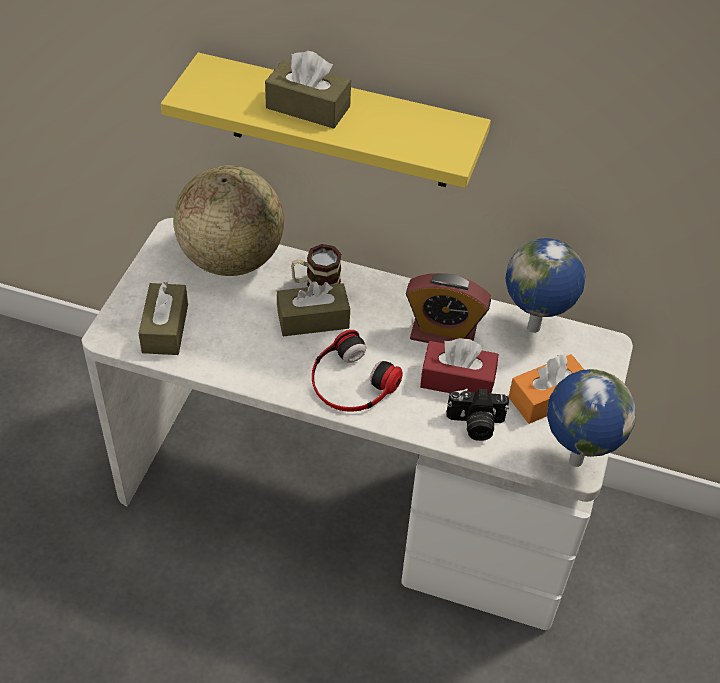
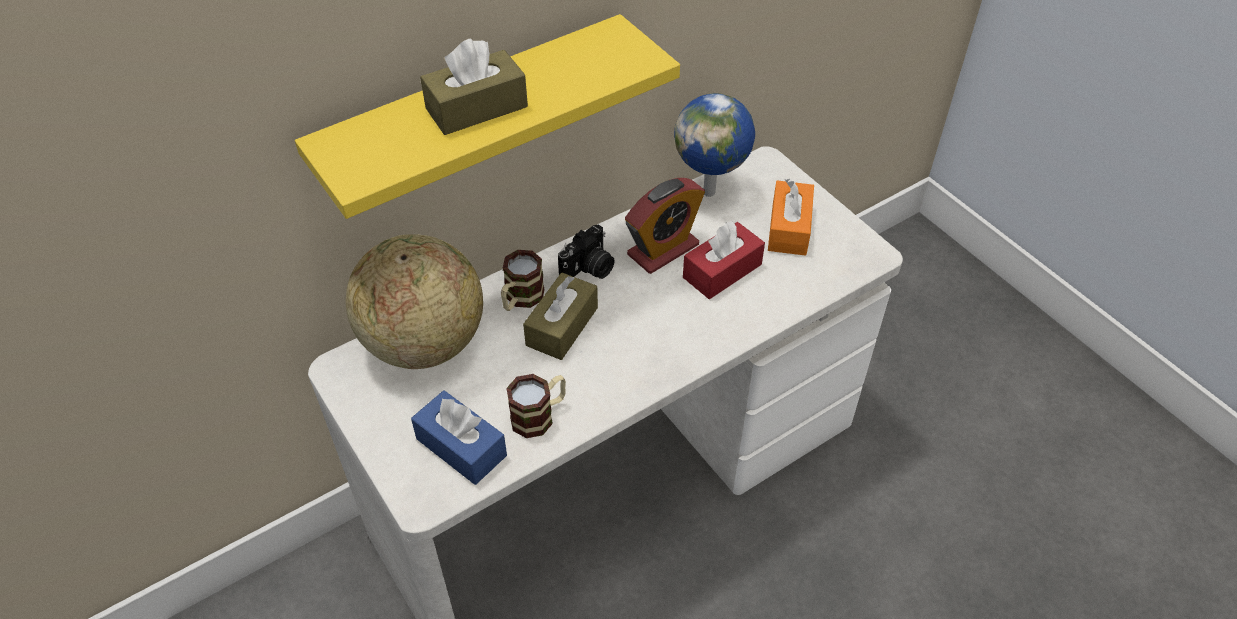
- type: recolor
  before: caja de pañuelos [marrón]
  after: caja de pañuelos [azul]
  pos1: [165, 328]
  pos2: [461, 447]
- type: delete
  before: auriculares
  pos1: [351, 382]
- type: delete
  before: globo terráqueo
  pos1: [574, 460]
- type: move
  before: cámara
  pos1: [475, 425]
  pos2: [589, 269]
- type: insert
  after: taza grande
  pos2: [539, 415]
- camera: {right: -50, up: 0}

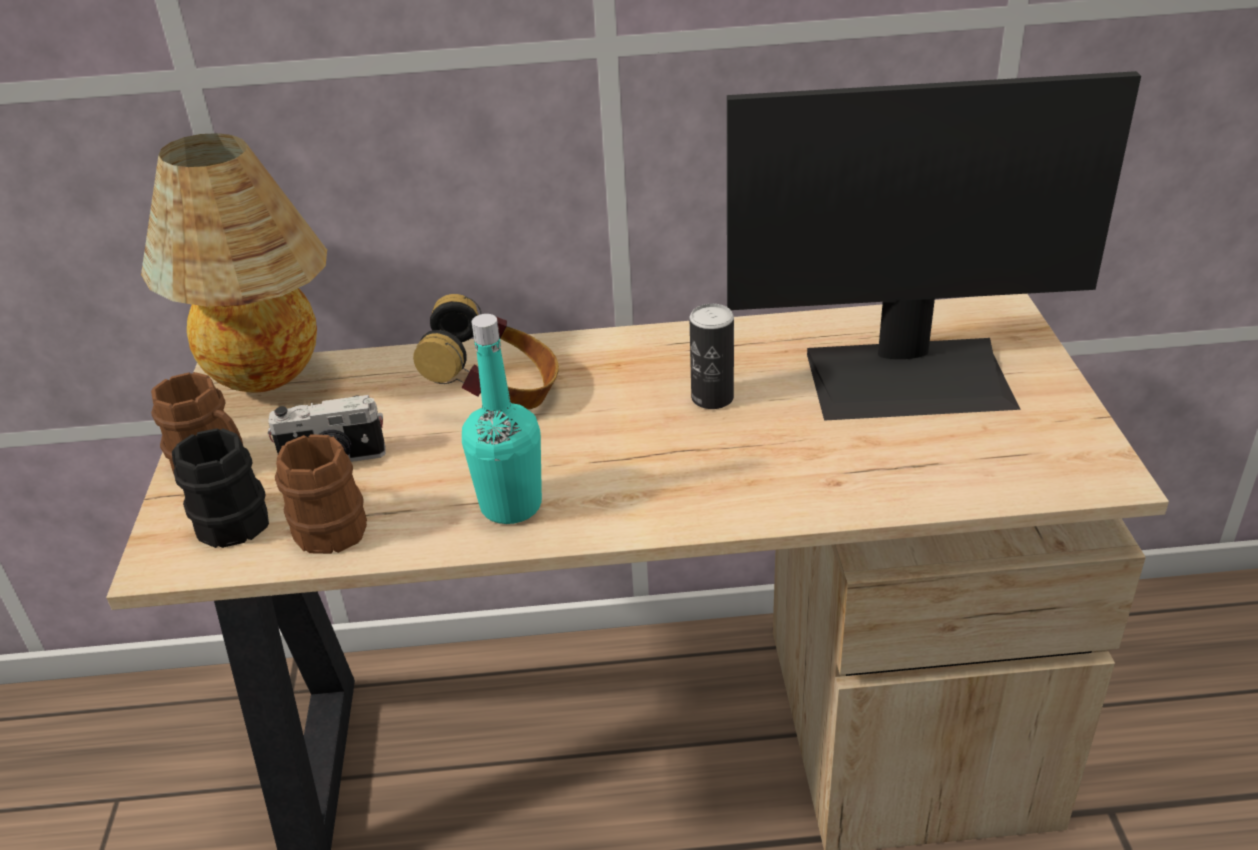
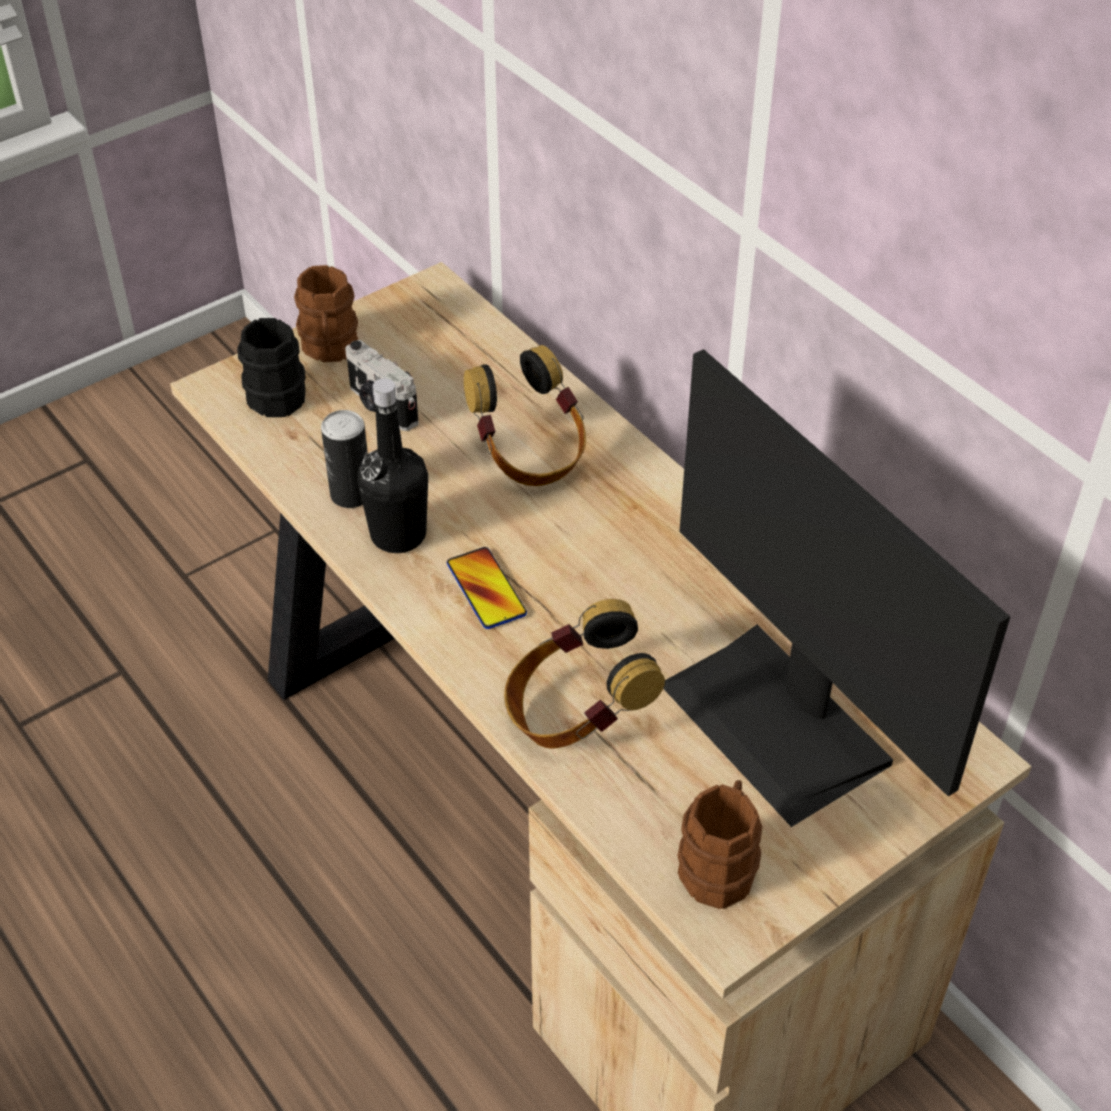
- type: delete
  before: lámpara de mesa
  pos1: [270, 382]
- type: move
  before: lata
  pos1: [712, 397]
  pos2: [351, 494]
- type: recolor
  before: botella [turquesa]
  after: botella [negro]
  pos1: [511, 505]
  pos2: [398, 535]
- type: move
  before: taza grande [marrón]
  pos1: [325, 524]
  pos2: [720, 863]
- type: insert
  after: móvil
  pos2: [486, 589]
- type: insert
  after: auriculares
  pos2: [576, 713]
- camera: {right: 55, up: 10}

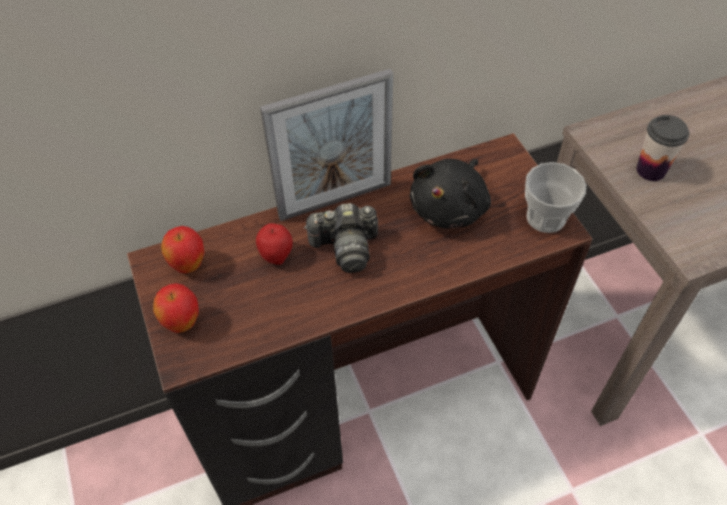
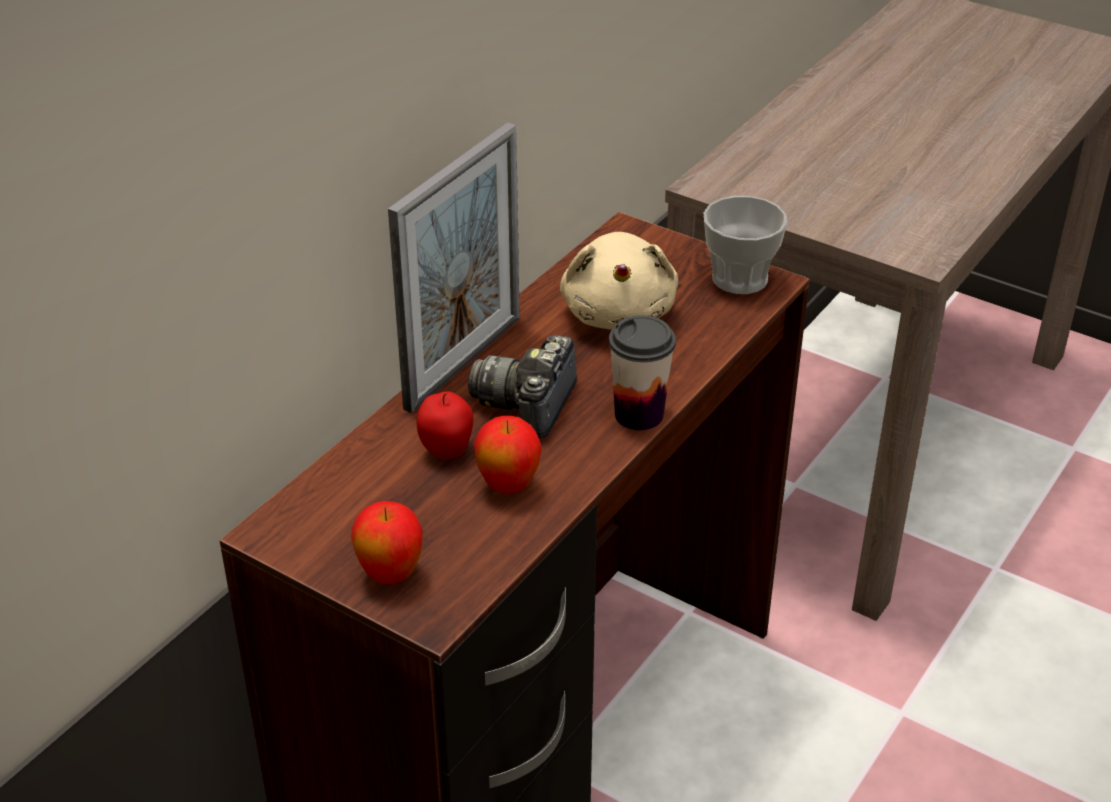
- type: move
  before: taza
  pos1: [650, 170]
  pos2: [639, 414]
- type: recolor
  before: peluche [negro]
  after: peluche [beis]
  pos1: [450, 208]
  pos2: [618, 312]
- type: rotate
  before: cámara
  pos1: [345, 247]
  pos2: [528, 404]
  turn: 150
- type: move
  before: manzana
  pos1: [189, 265]
  pos2: [508, 487]
- camera: {right: -35, up: -15}

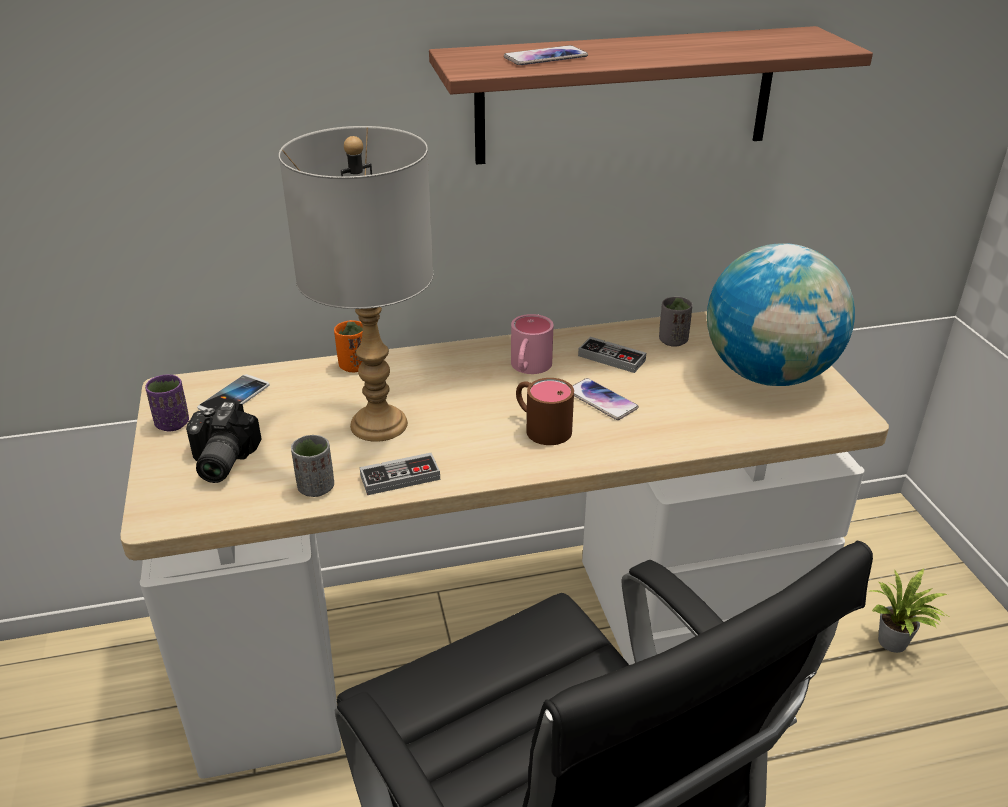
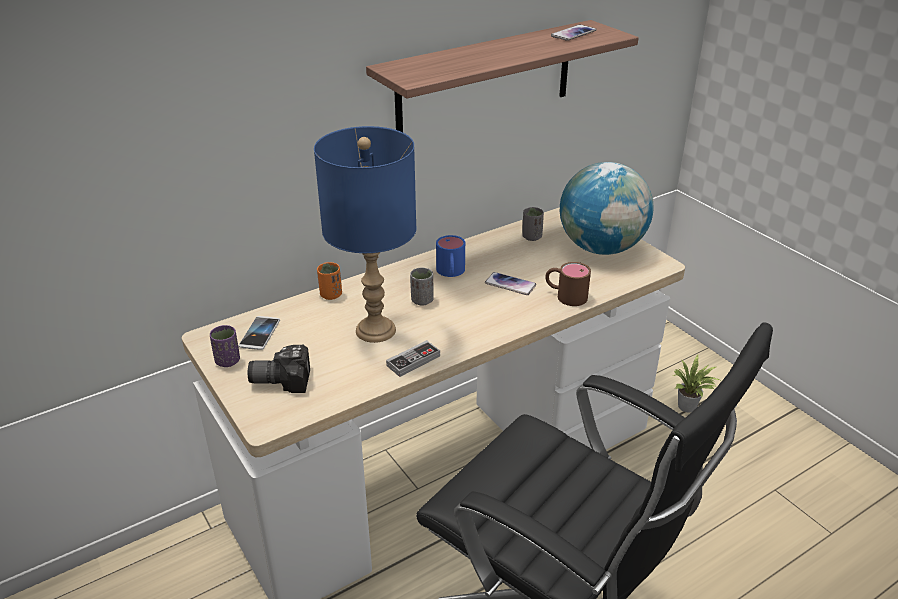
- type: move
  before: móvil
  pos1: [545, 57]
  pos2: [573, 33]
- type: recolor
  before: lámpara de mesa [gris]
  after: lámpara de mesa [azul]
  pos1: [379, 425]
  pos2: [376, 330]
- type: recolor
  before: taza grande [rosa]
  after: taza grande [azul]
  pos1: [528, 368]
  pos2: [450, 273]
- type: delete
  before: mando de consola
  pos1: [611, 358]
- type: move
  before: taza grande [marrón]
  pos1: [541, 426]
  pos2: [565, 295]
- type: rotate
  before: cámara
  pos1: [219, 461]
  pos2: [281, 378]
  turn: 105
- type: move
  before: taza [gris]
  pos1: [316, 488]
  pos2: [422, 300]
- camera: {right: -20, up: 0}

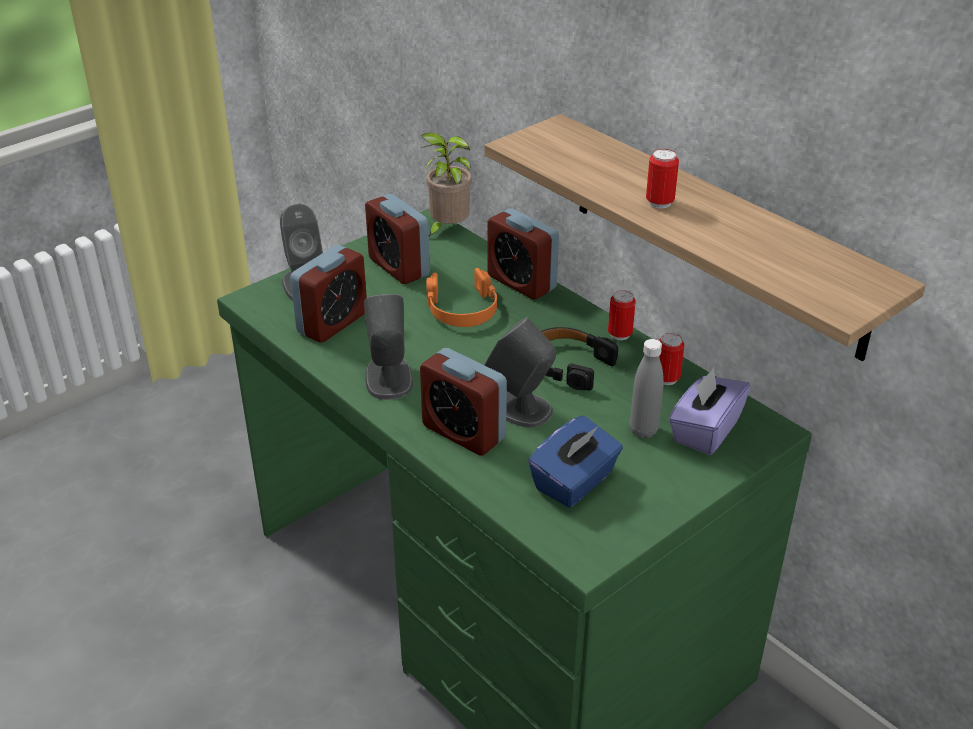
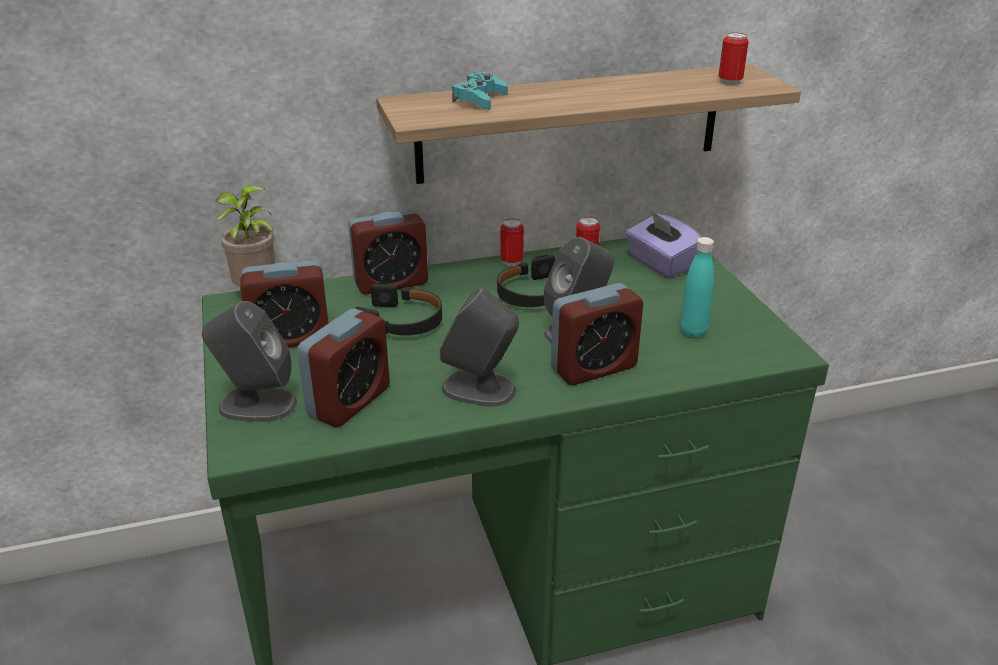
- type: move
  before: lata
  pos1: [659, 203]
  pos2: [730, 82]
- type: rotate
  before: despertador
  pos1: [332, 323]
  pos2: [349, 402]
  turn: 60
- type: recolor
  before: auriculares [naranja]
  after: auriculares [negro]
  pos1: [462, 309]
  pos2: [402, 322]
- type: delete
  before: botella [gris]
  pos1: [643, 430]
- type: replace
  before: caja de pañuelos [azul]
  after: botella [turquesa]
  pos1: [575, 482]
  pos2: [693, 332]
- type: insert
  after: mando de consola [turquesa]
  pos2: [480, 99]
- camera: {right: -65, up: -5}

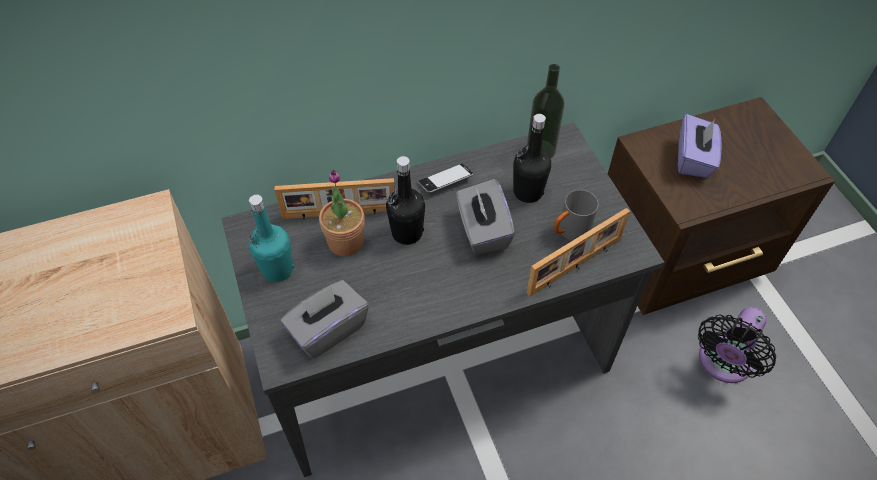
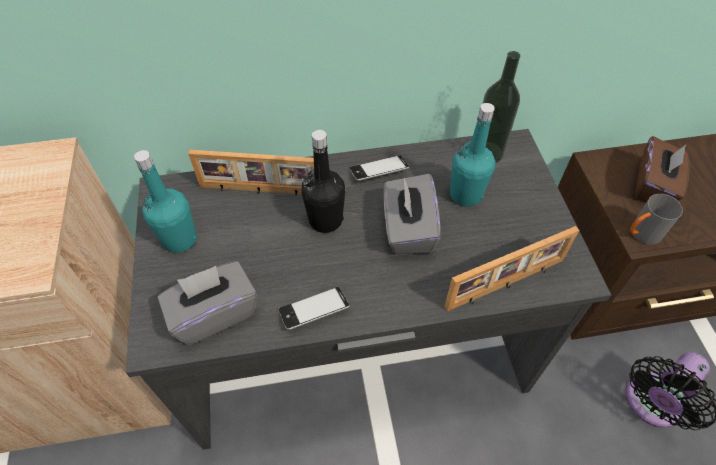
- type: recolor
  before: botella [negro]
  after: botella [turquesa]
  pos1: [528, 192]
  pos2: [465, 194]
- type: recolor
  before: caja de pañuelos [morado]
  after: caja de pañuelos [marrón]
  pos1: [693, 159]
  pos2: [653, 186]
- type: delete
  before: planta en maceta
  pos1: [346, 242]
- type: move
  before: taza grande [gris]
  pos1: [569, 232]
  pos2: [640, 234]
- type: insert
  after: móvil
  pos2: [314, 311]
- camera: {right: 10, up: 0}

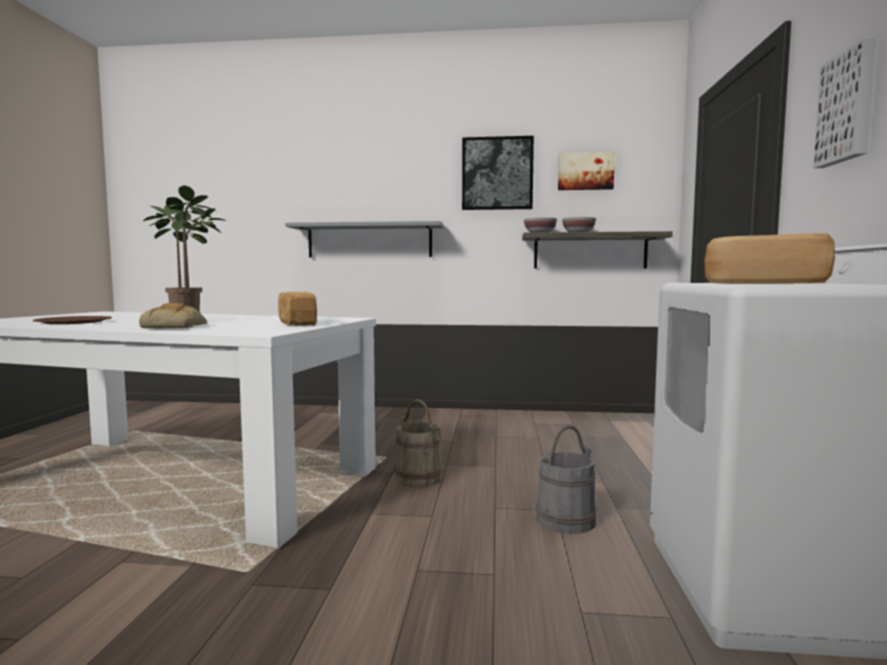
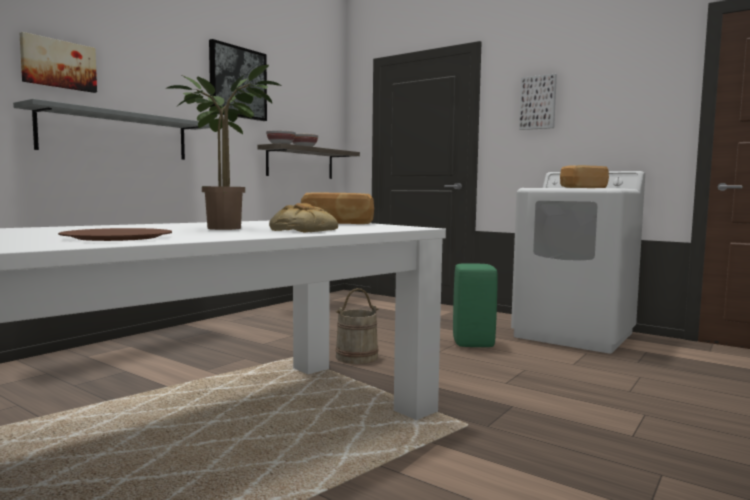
- type: move
  before: cuadro
  pos1: [585, 171]
  pos2: [58, 64]
- type: replace
  before: cubo [gris]
  after: taburete [verde]
  pos1: [565, 520]
  pos2: [474, 343]
- camera: {right: -60, up: 0}

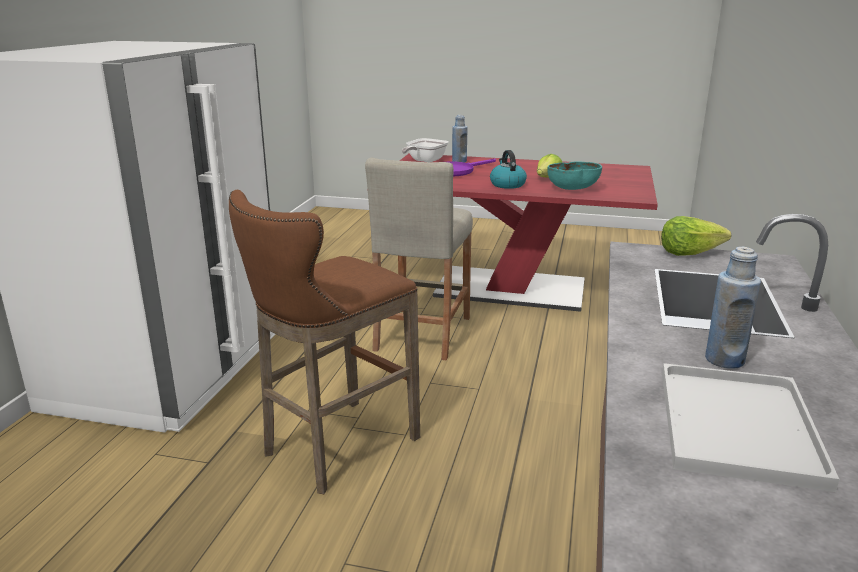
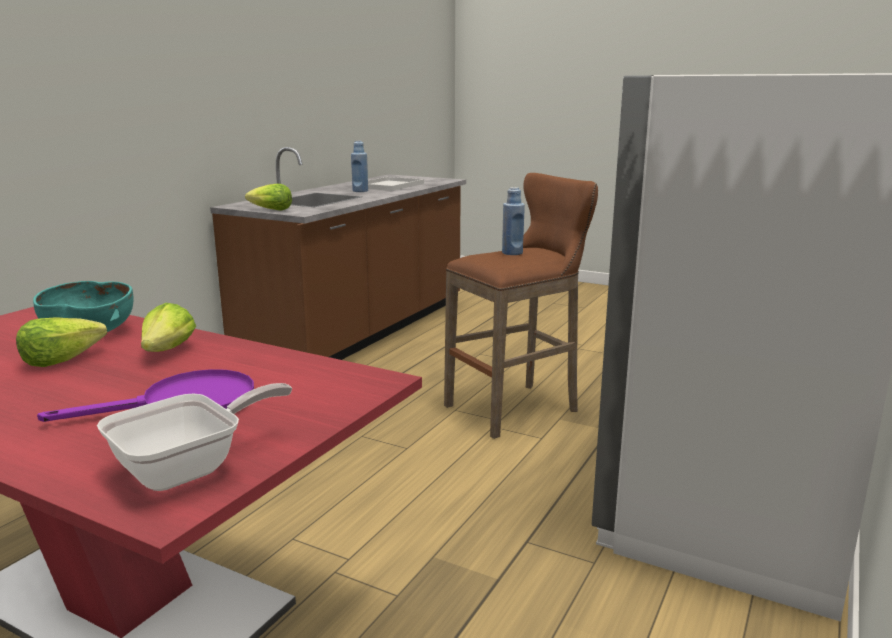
- type: move
  before: botella [azul]
  pos1: [459, 161]
  pos2: [512, 253]
- type: replace
  before: hervidor
  after: lechuga
  pos1: [507, 184]
  pos2: [168, 351]
- type: delete
  before: taburete [beis]
  pos1: [422, 333]
- camera: {right: -165, up: -5}

